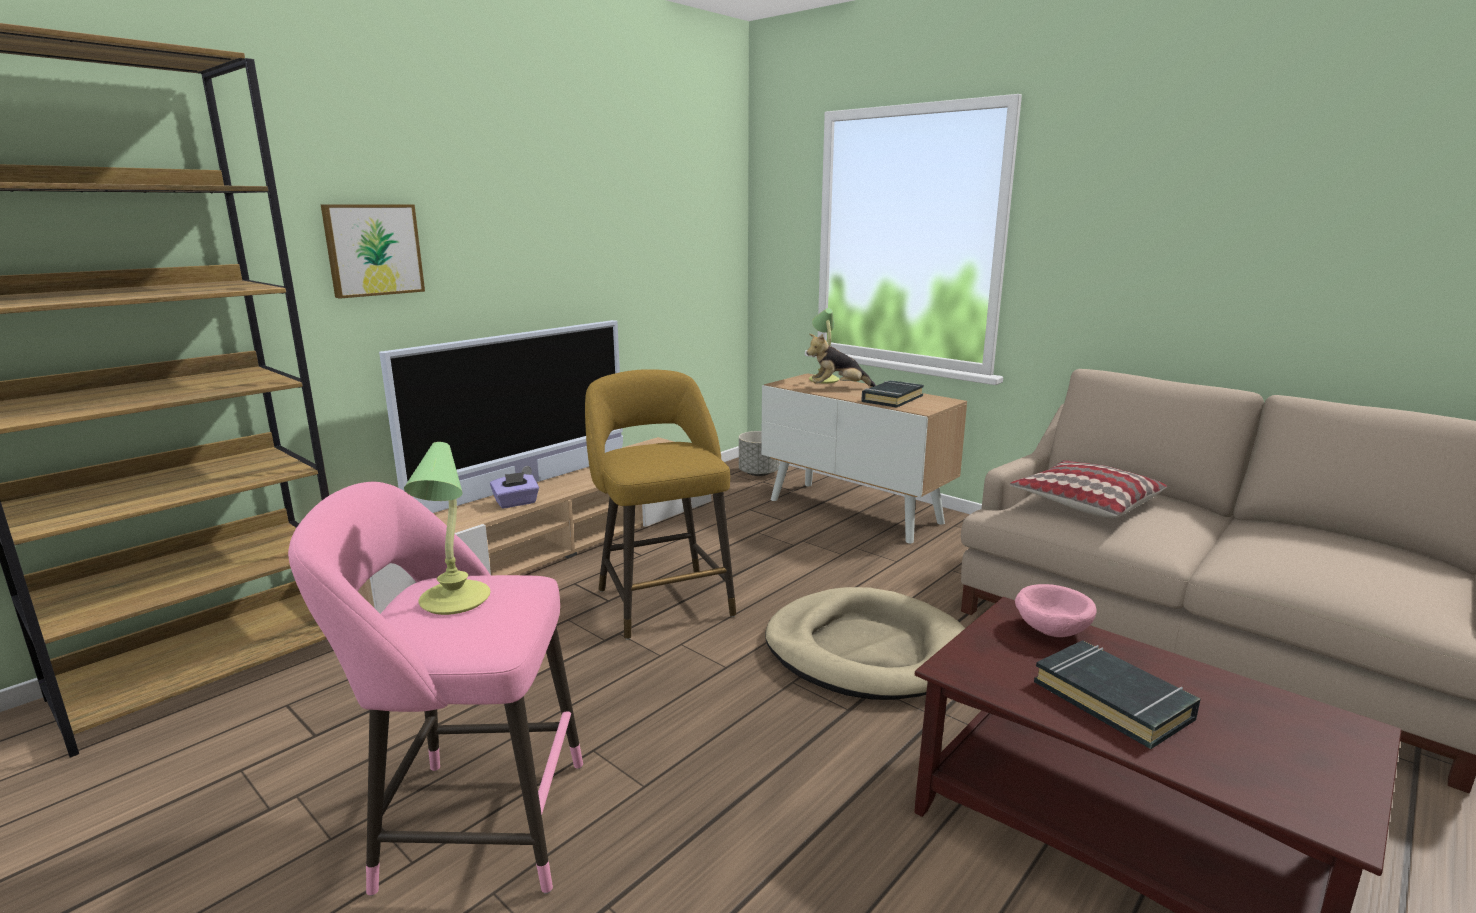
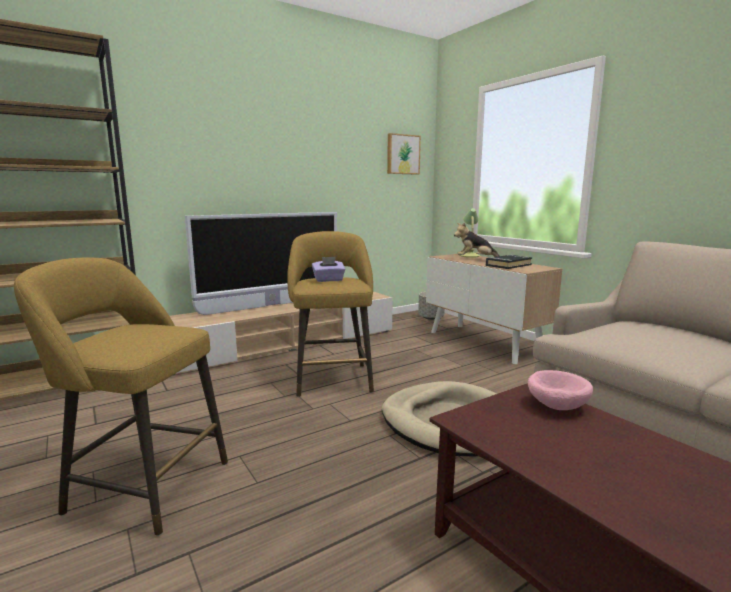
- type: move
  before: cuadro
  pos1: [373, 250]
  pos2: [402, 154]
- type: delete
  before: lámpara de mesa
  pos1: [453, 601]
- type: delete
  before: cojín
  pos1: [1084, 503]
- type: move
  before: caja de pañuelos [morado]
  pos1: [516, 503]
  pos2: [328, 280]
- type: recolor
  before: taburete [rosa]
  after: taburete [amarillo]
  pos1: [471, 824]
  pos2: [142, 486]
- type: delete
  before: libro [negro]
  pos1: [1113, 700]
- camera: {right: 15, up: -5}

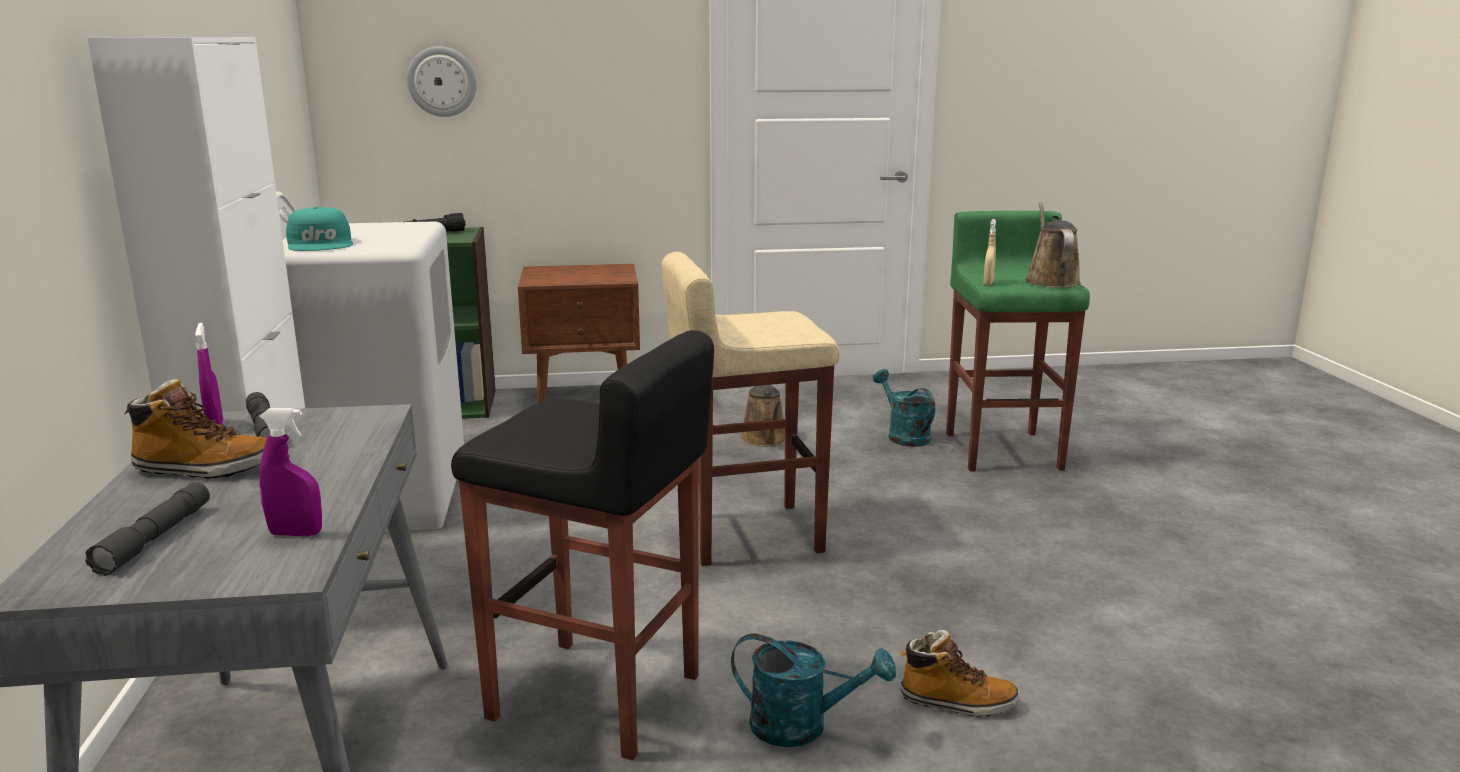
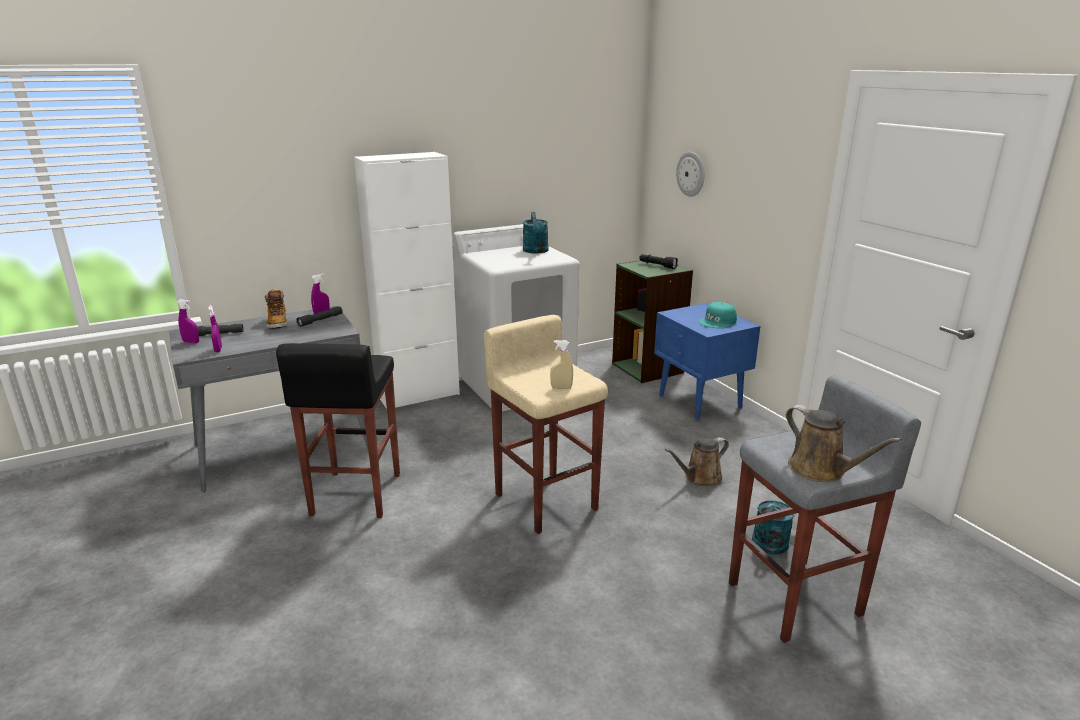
- type: rotate
  before: regadera [marrón]
  pos1: [1050, 281]
  pos2: [821, 470]
  turn: 75
- type: move
  before: gorra [turquesa]
  pos1: [321, 244]
  pos2: [718, 321]
- type: recolor
  before: taburete [verde]
  after: taburete [gris]
  pos1: [1003, 450]
  pos2: [797, 599]
- type: move
  before: pulverizador [beis]
  pos1: [988, 283]
  pos2: [561, 388]
- type: recolor
  before: mesita de noche [marrón]
  after: mesita de noche [azul]
  pos1: [586, 400]
  pos2: [700, 402]
- type: delete
  before: bota
  pos1: [957, 702]
- type: move
  before: regadera [turquesa]
  pos1: [802, 727]
  pos2: [536, 251]
- type: insert
  after: pulverizador [morado]
  pos2: [191, 342]
- camera: {right: 70, up: 5}

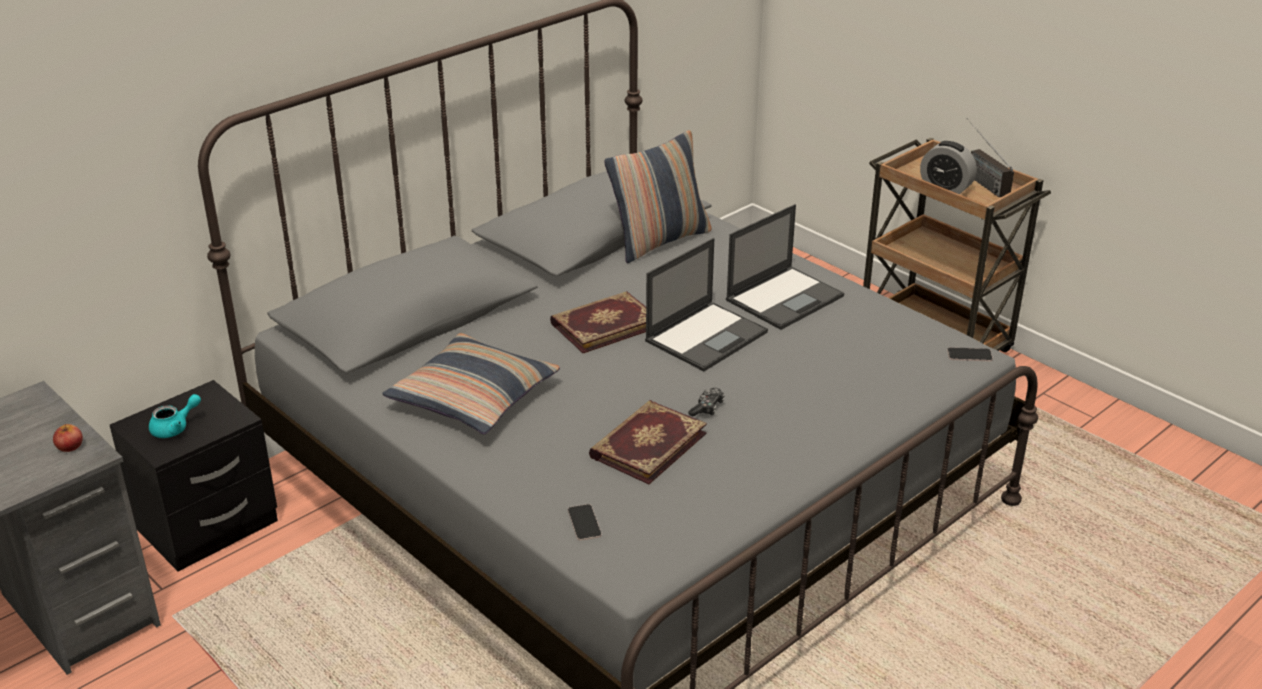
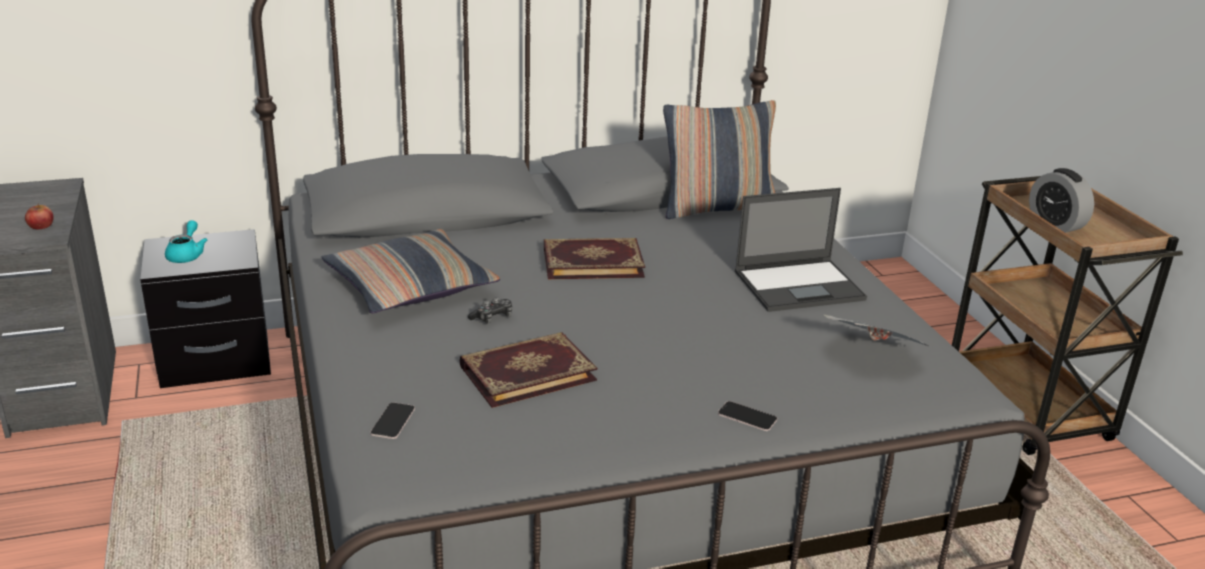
- type: delete
  before: radio
  pos1: [978, 179]
- type: delete
  before: portátil
  pos1: [707, 336]
- type: move
  before: móvil
  pos1: [969, 355]
  pos2: [747, 417]
- type: move
  before: mando de consola
  pos1: [707, 408]
  pos2: [492, 317]
- type: rotate
  before: tetera [turquesa]
  pos1: [175, 428]
  pos2: [187, 255]
  turn: -75
- type: insert
  after: periódico
  pos2: [874, 355]
- camera: {right: 25, up: -5}

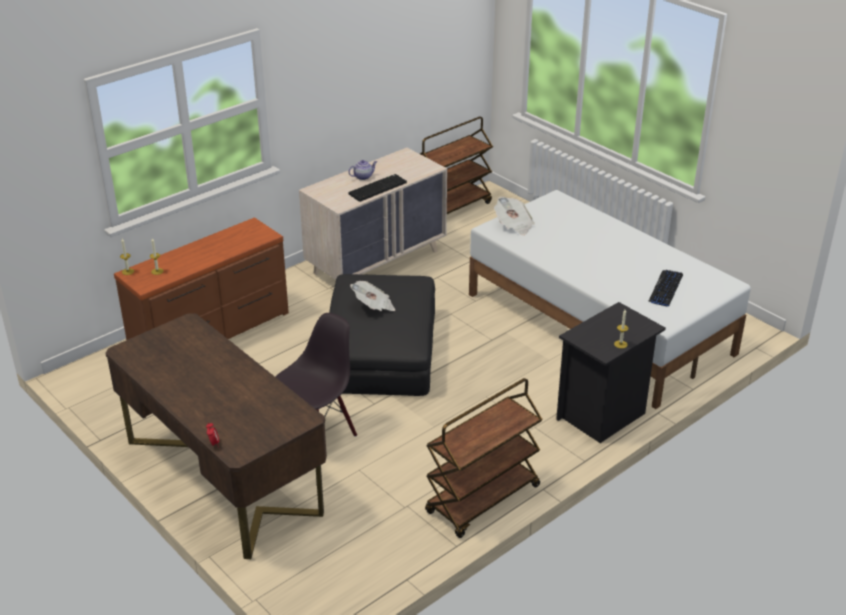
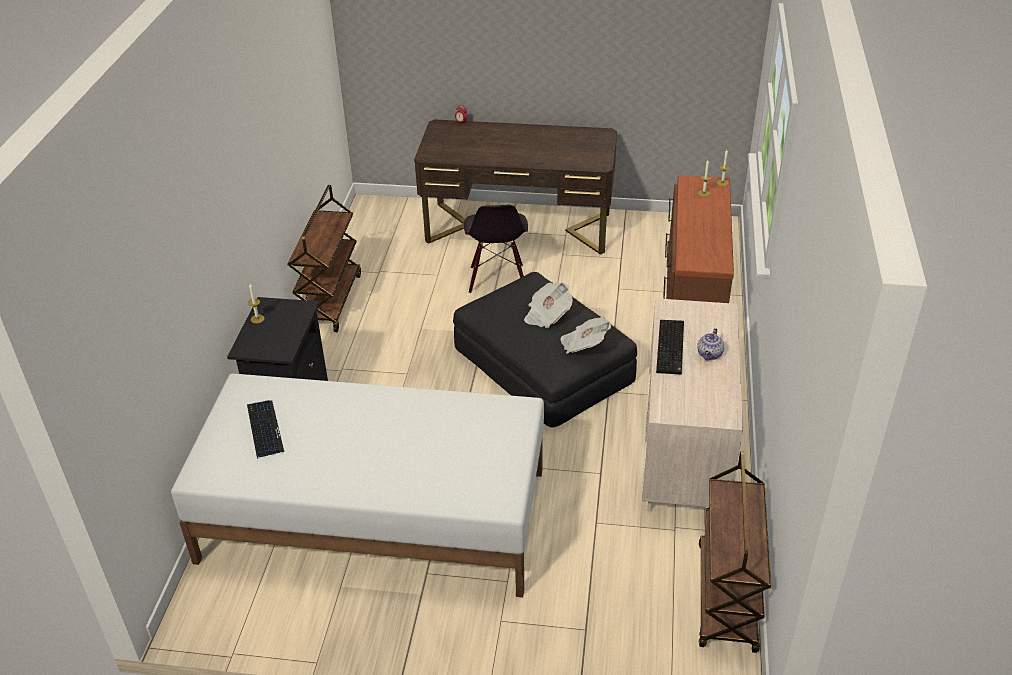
- type: move
  before: periódico
  pos1: [514, 225]
  pos2: [584, 345]
- camera: {right: 140, up: 5}

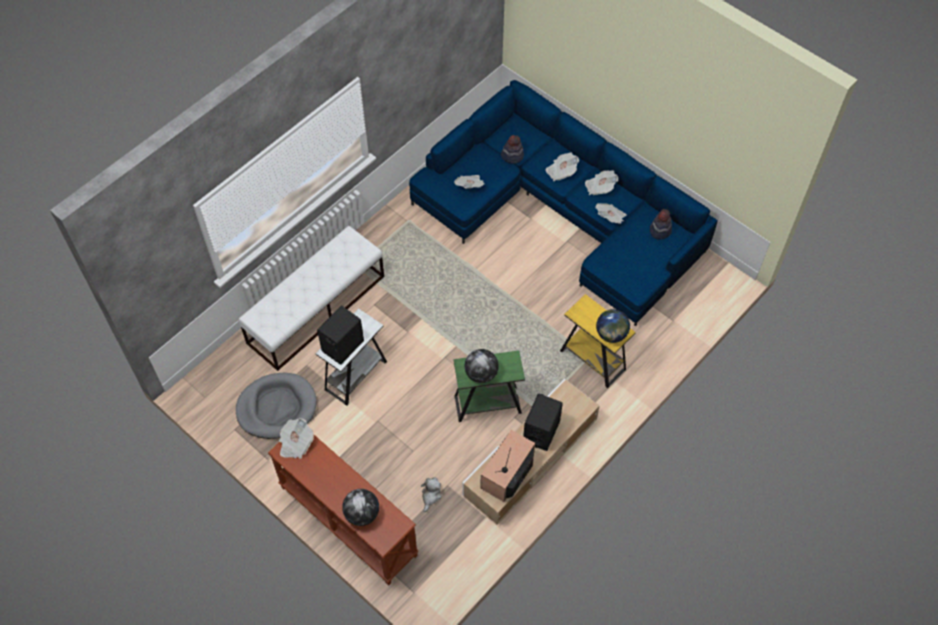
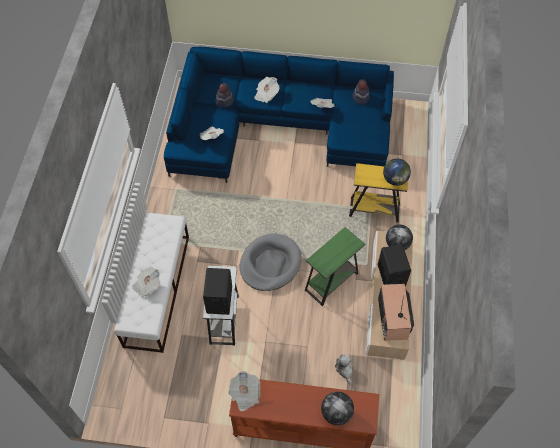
- type: move
  before: periódico
  pos1: [600, 187]
  pos2: [147, 285]
- type: move
  before: globo terráqueo
  pos1: [481, 374]
  pos2: [397, 244]
- type: move
  before: cama para perro [gris]
  pos1: [277, 407]
  pos2: [270, 264]
- camera: {right: -35, up: 0}

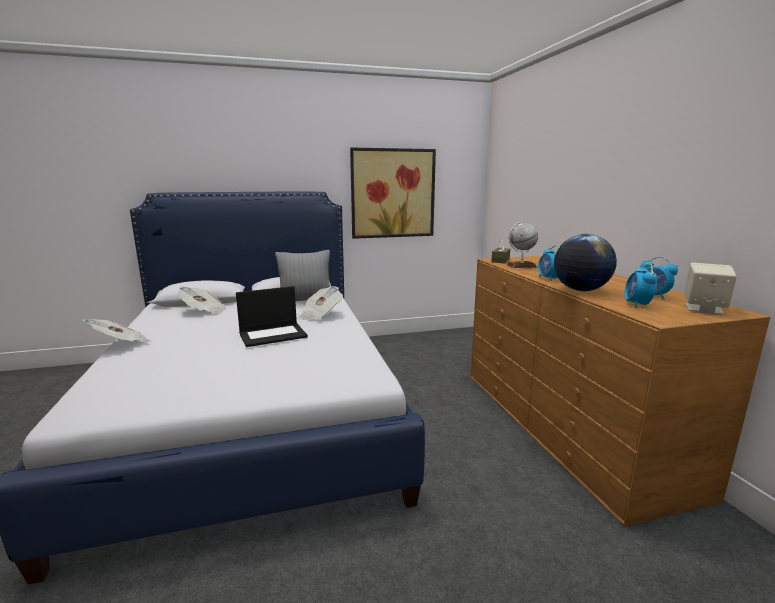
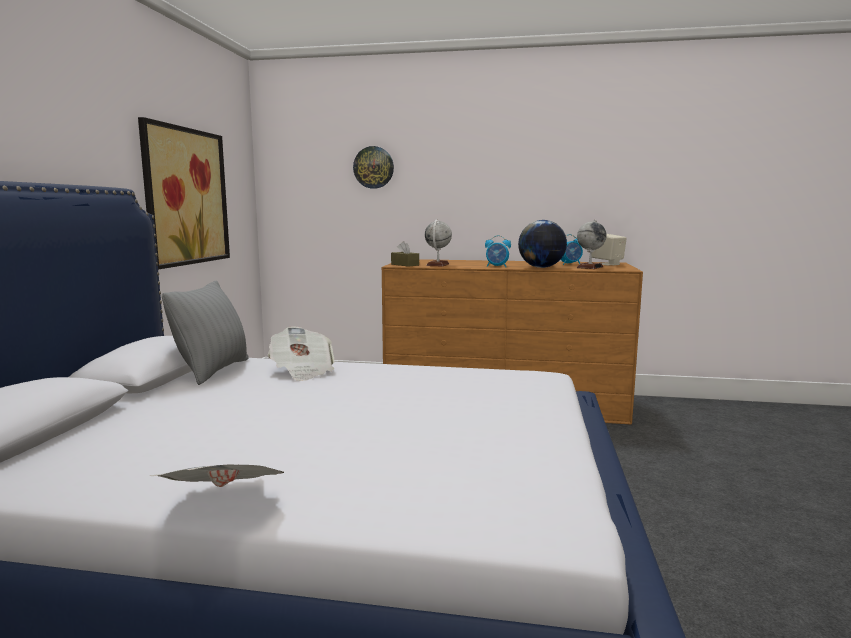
- type: replace
  before: despertador
  after: globo terráqueo
  pos1: [637, 305]
  pos2: [590, 267]
- type: delete
  before: portátil
  pos1: [273, 334]
- type: delete
  before: periódico
  pos1: [203, 311]
- type: insert
  after: reloj de pared
  pos2: [373, 167]
- camera: {right: -65, up: -5}

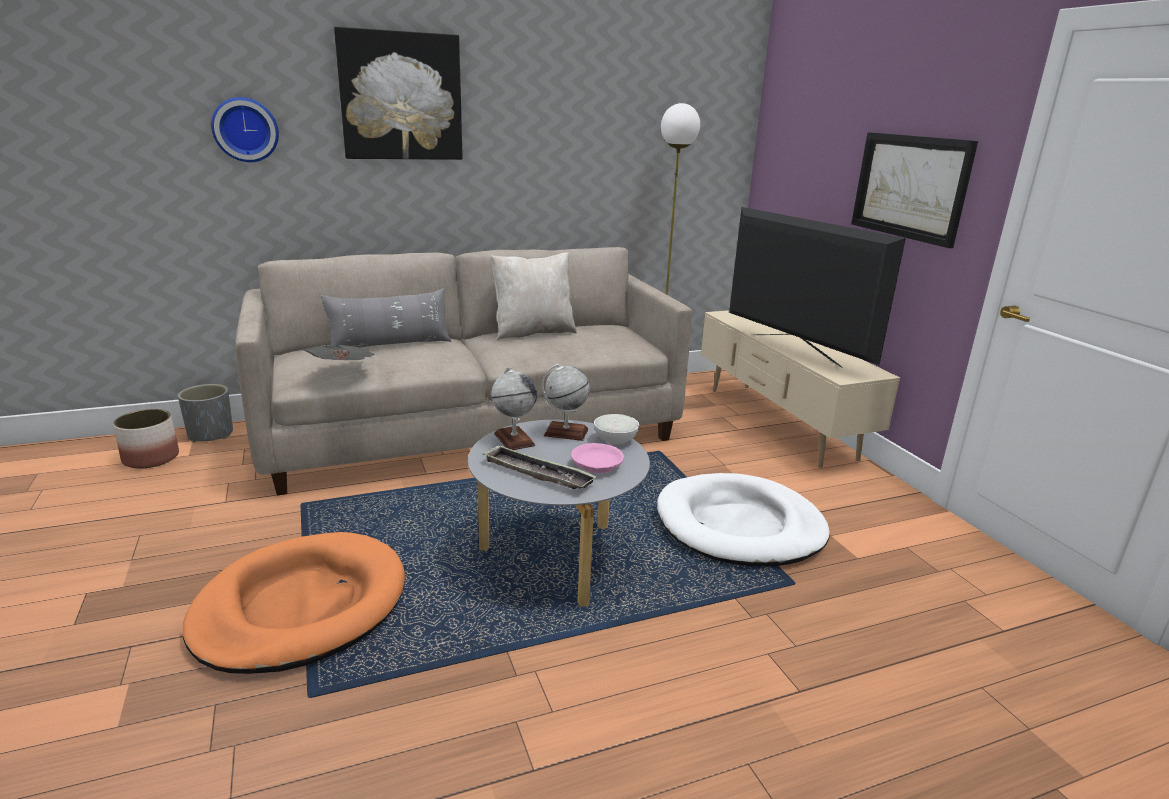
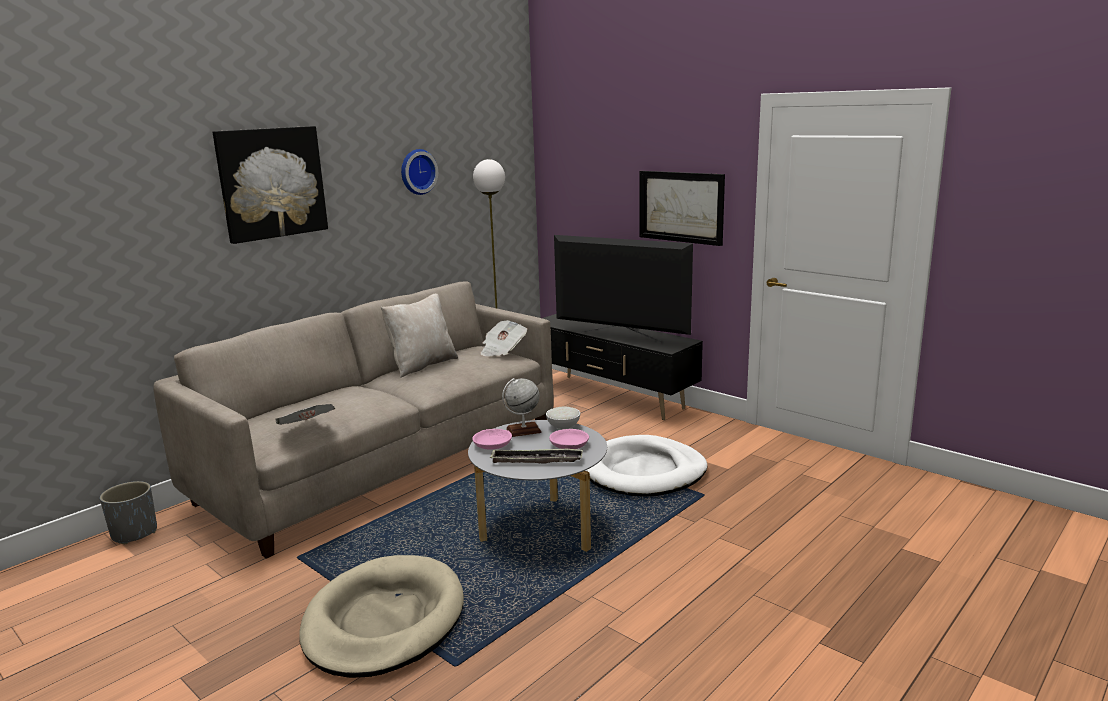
- type: move
  before: reloj de pared
  pos1: [245, 129]
  pos2: [417, 172]
- type: delete
  before: cojín [gris]
  pos1: [390, 345]
- type: recolor
  before: mueble de televisión [beis]
  after: mueble de televisión [negro]
  pos1: [778, 423]
  pos2: [612, 397]
- type: replace
  before: globo terráqueo
  after: cuenco [rosa]
  pos1: [514, 439]
  pos2: [493, 444]
- type: delete
  before: maceta
  pos1: [151, 458]
- type: recolor
  before: cama para perro [naranja]
  after: cama para perro [beis]
  pos1: [301, 607]
  pos2: [384, 621]
- type: insert
  after: periódico
  pos2: [502, 350]
- camera: {right: -25, up: -5}

